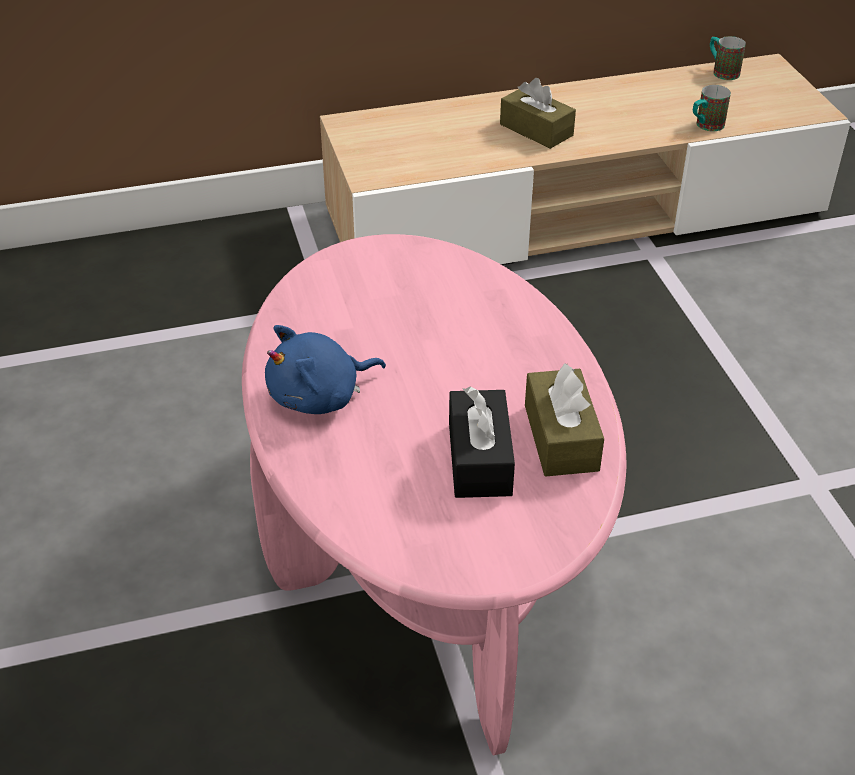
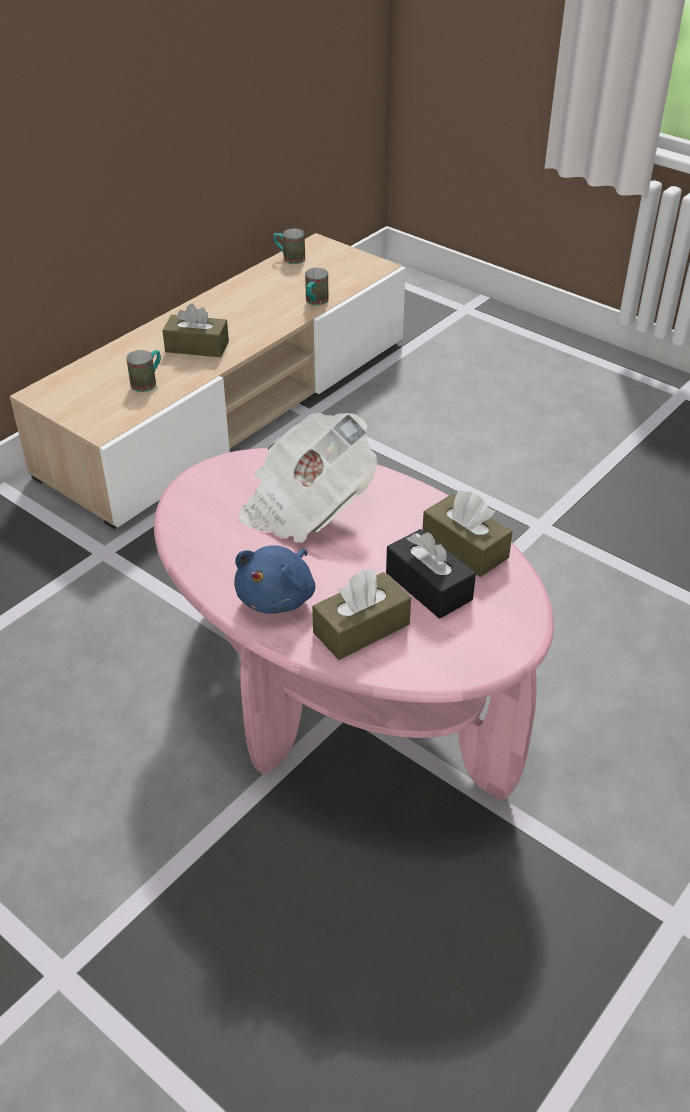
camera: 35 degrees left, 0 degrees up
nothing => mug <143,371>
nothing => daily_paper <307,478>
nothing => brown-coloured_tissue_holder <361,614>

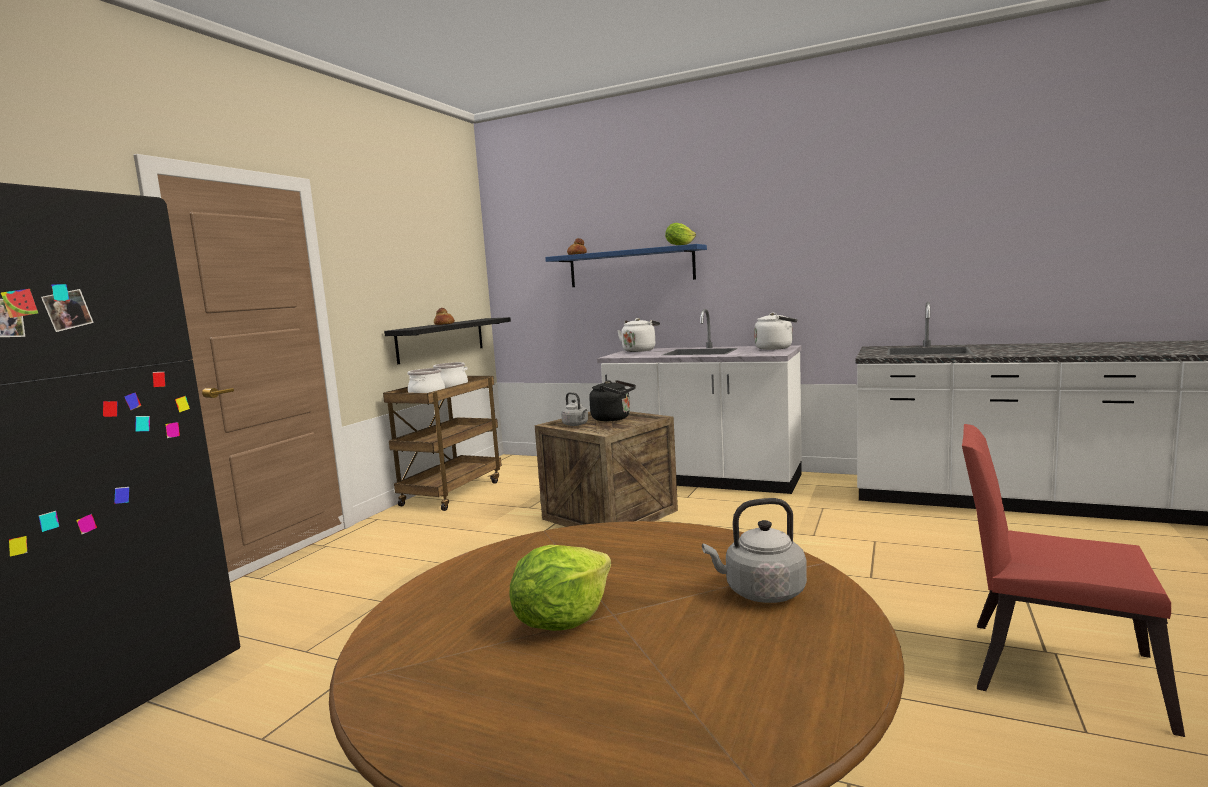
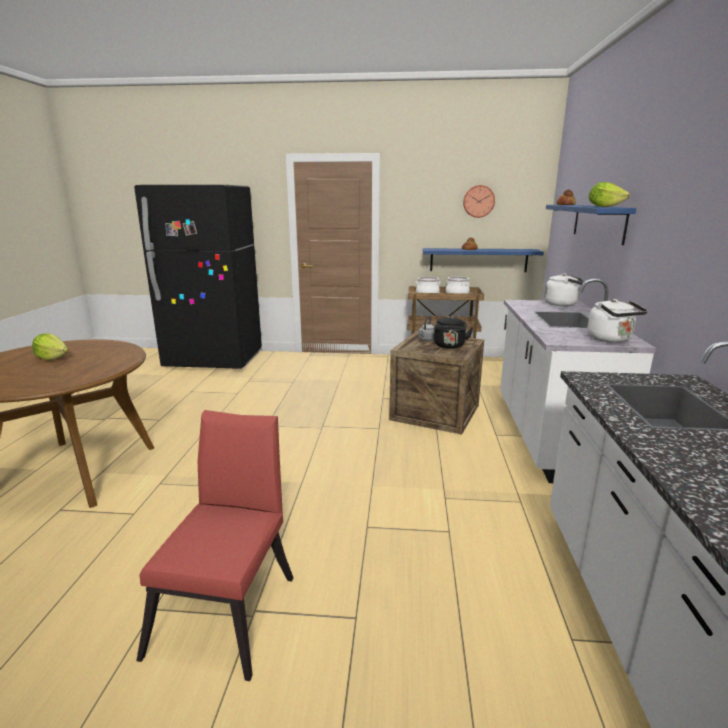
camera: 70 degrees right, 10 degrees up
blackish_bracket_shelf <447,340> => blue-coloured_bracket_shelf <483,260>
nothing => wall_clock <479,201>
grey_tea_kettle <754,550> => nothing

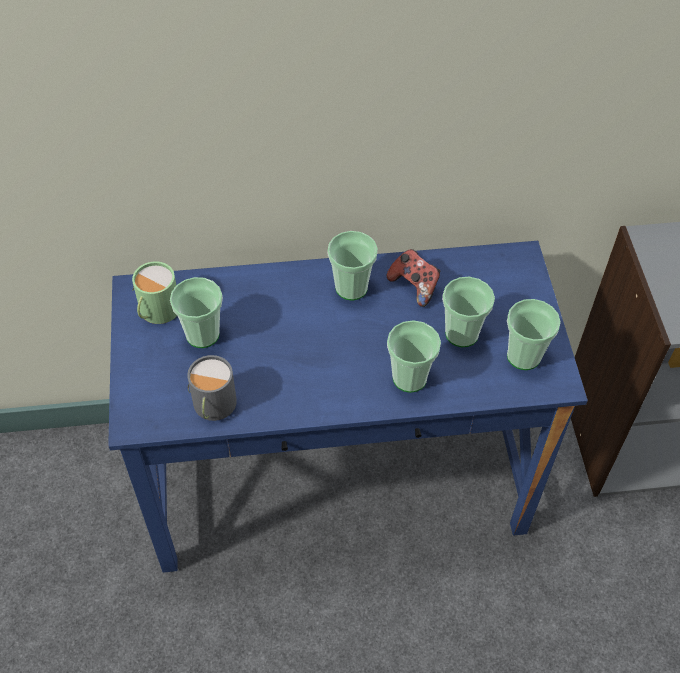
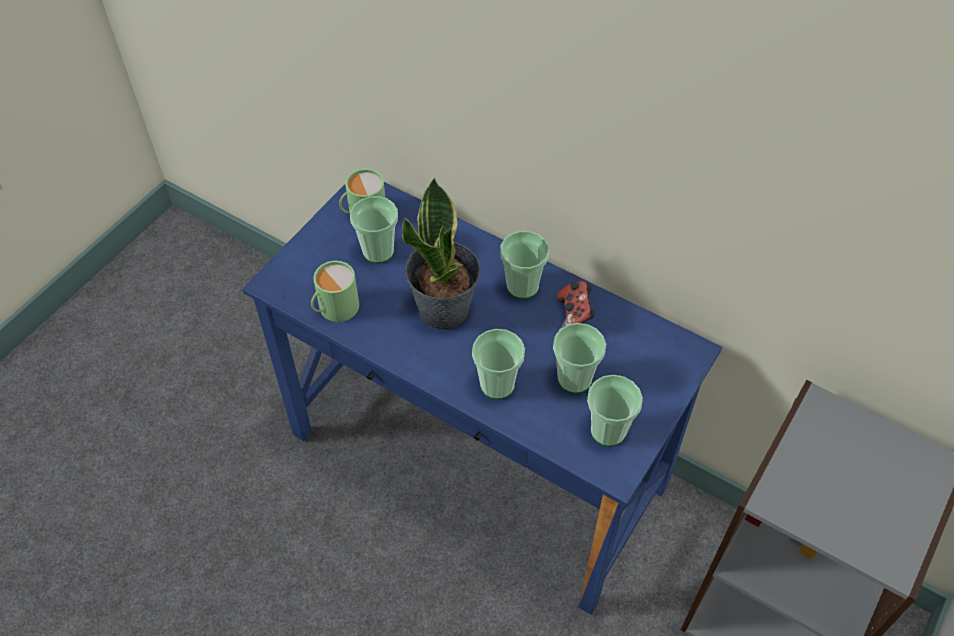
camera: 40 degrees right, 0 degrees up
grey_mug <212,388> => greenish_mug <335,291>
nothing => potted_plant <441,254>

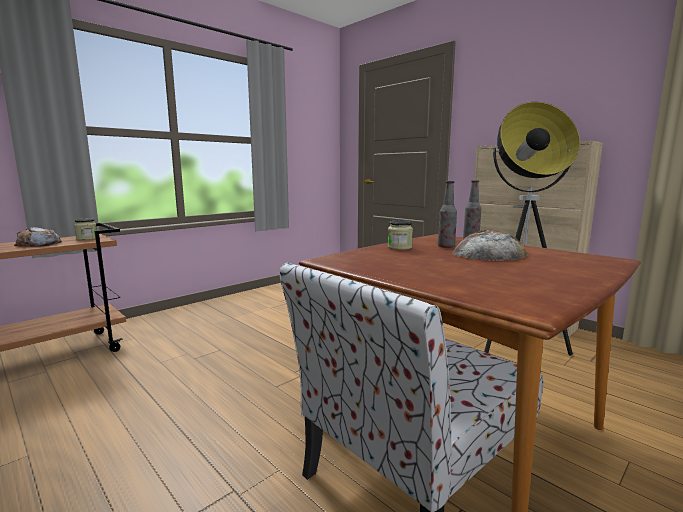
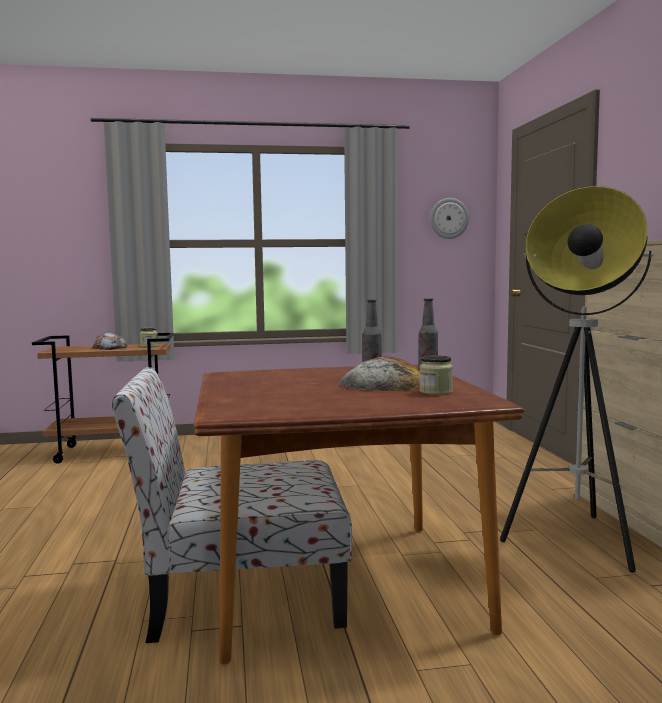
camera: 35 degrees right, 5 degrees down
storage_jar <400,235> => storage_jar <436,375>, shifted
nothing => wall_clock <449,218>

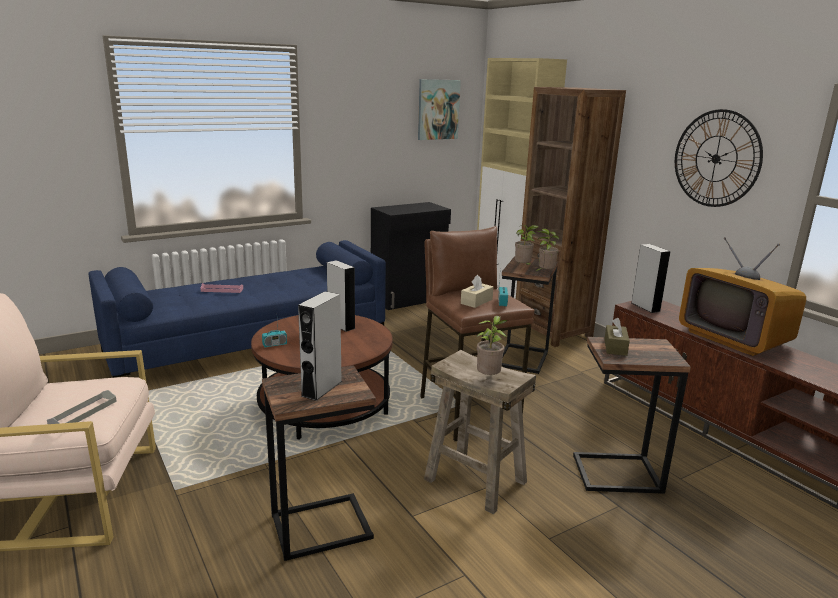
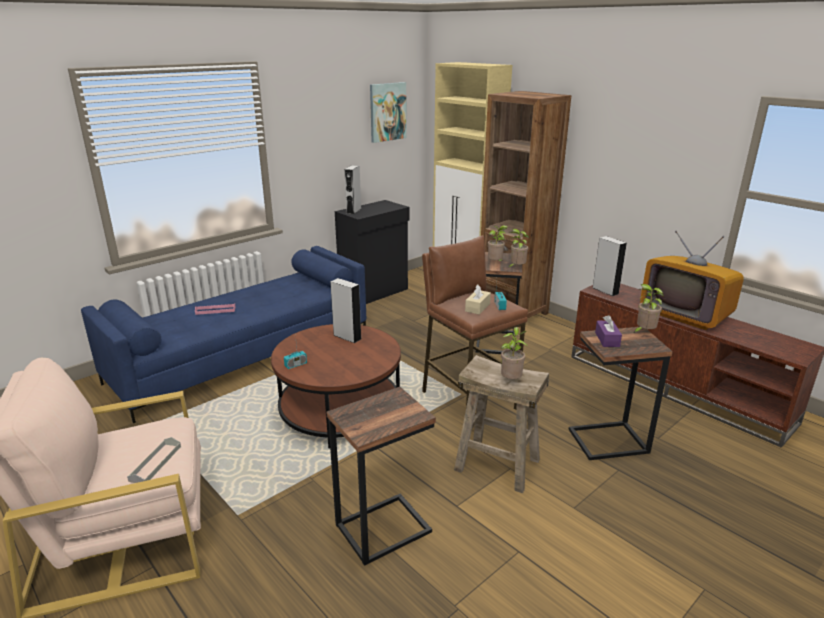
camera: 10 degrees left, 5 degrees up
grey_loudspeaker <320,346> => grey_loudspeaker <352,189>, shifted
brown-coloured_tissue_holder <617,337> => purple_tissue_holder <608,331>
nothing => potted_plant <648,308>
wall_clock <719,158> => nothing

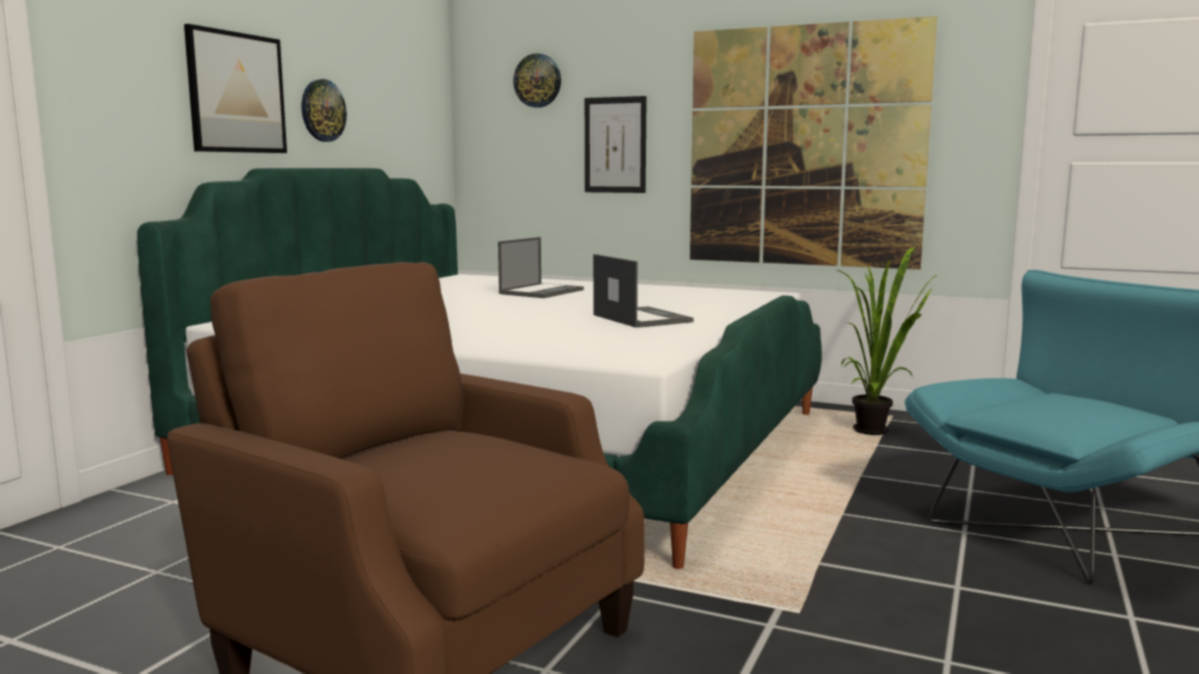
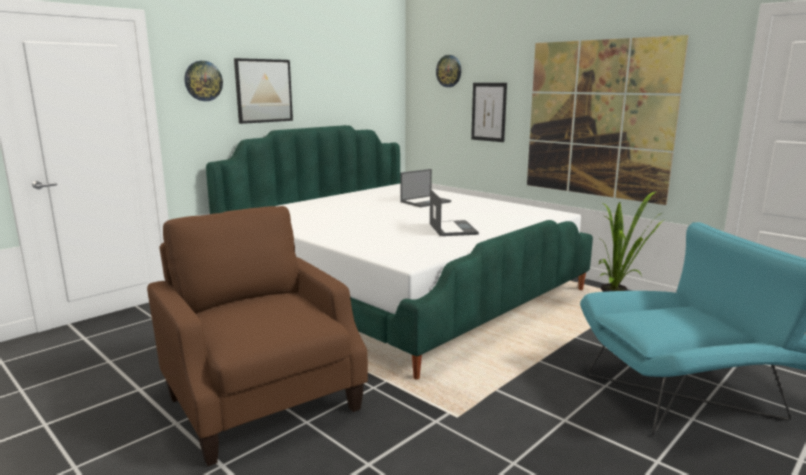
camera: 20 degrees right, 5 degrees up
wall_clock <324,110> => wall_clock <203,81>, shifted

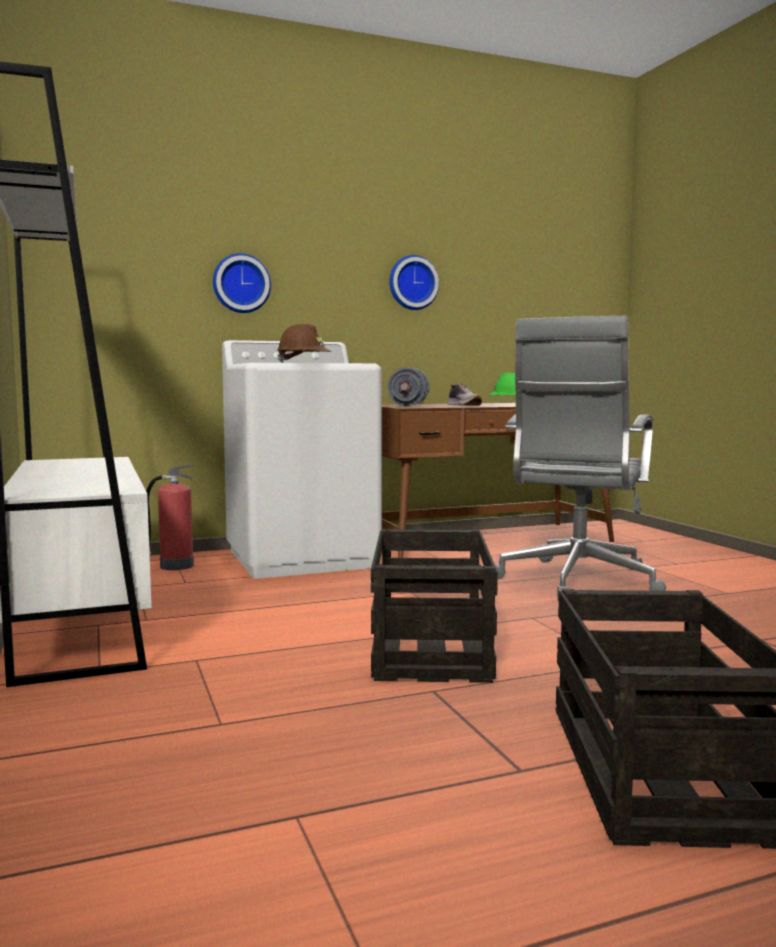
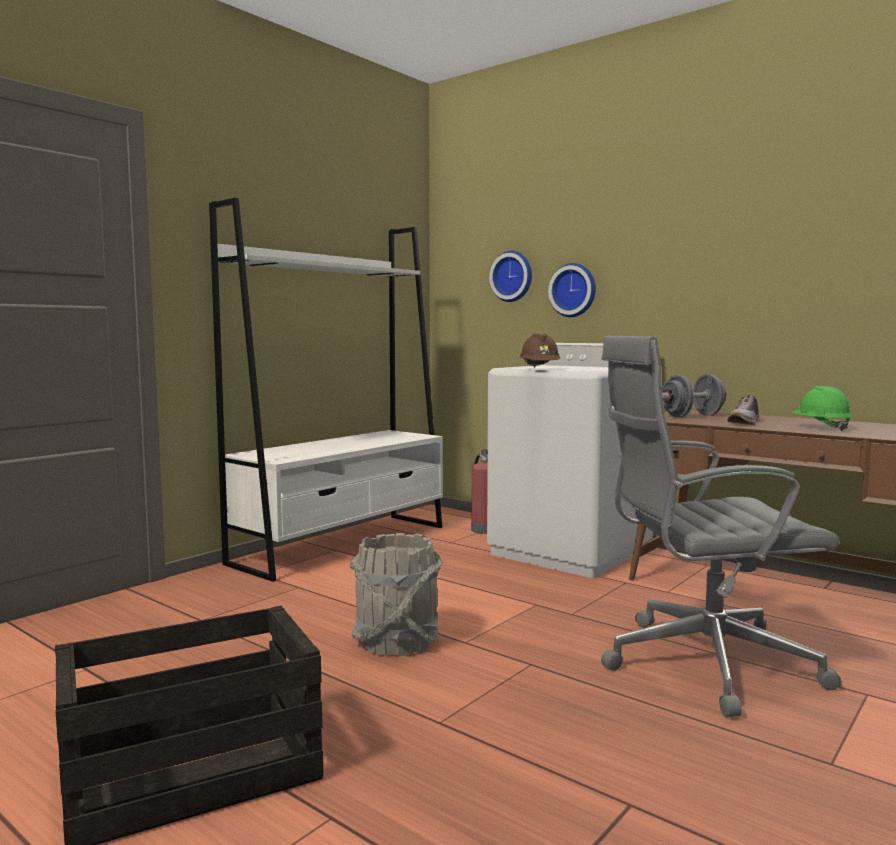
camera: 60 degrees right, 0 degrees up
packing_crate <434,606> => grey_bucket <396,595>
wall_clock <414,282> => wall_clock <510,276>, shifted

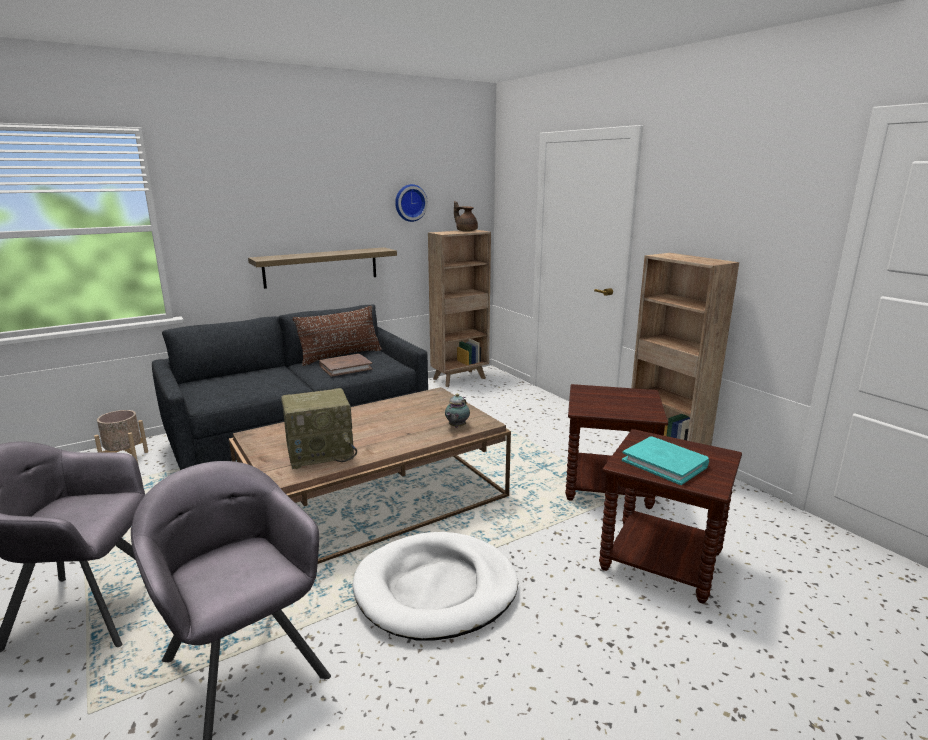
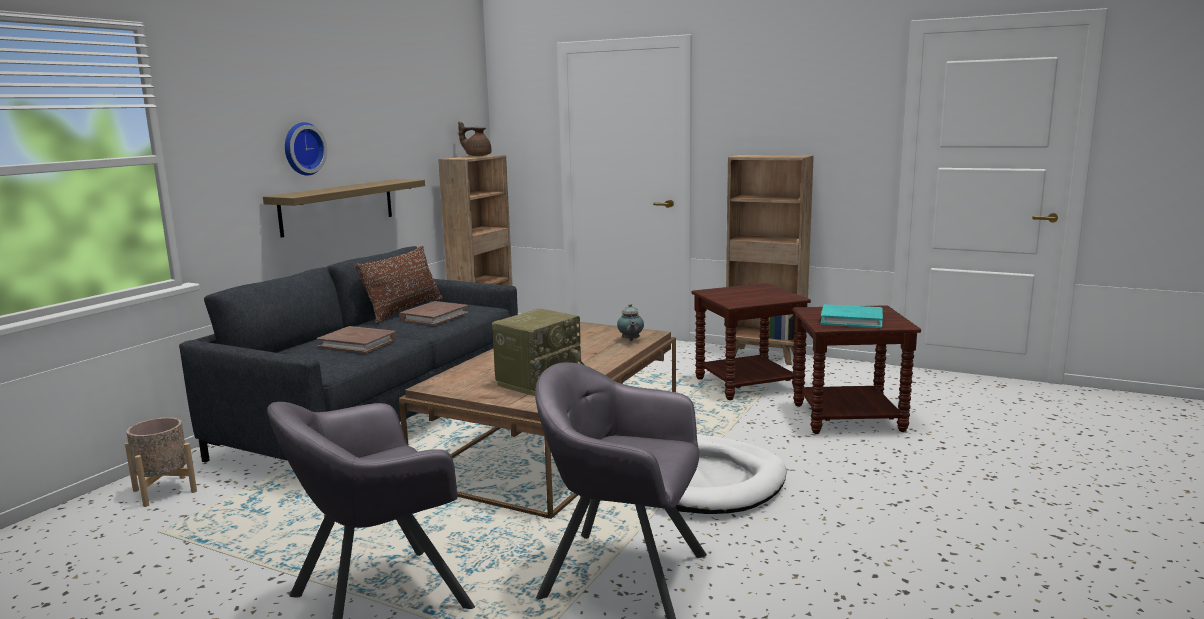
camera: 30 degrees left, 5 degrees down
wall_clock <411,203> => wall_clock <306,149>, shifted
nothing => brown-coloured_book <356,339>

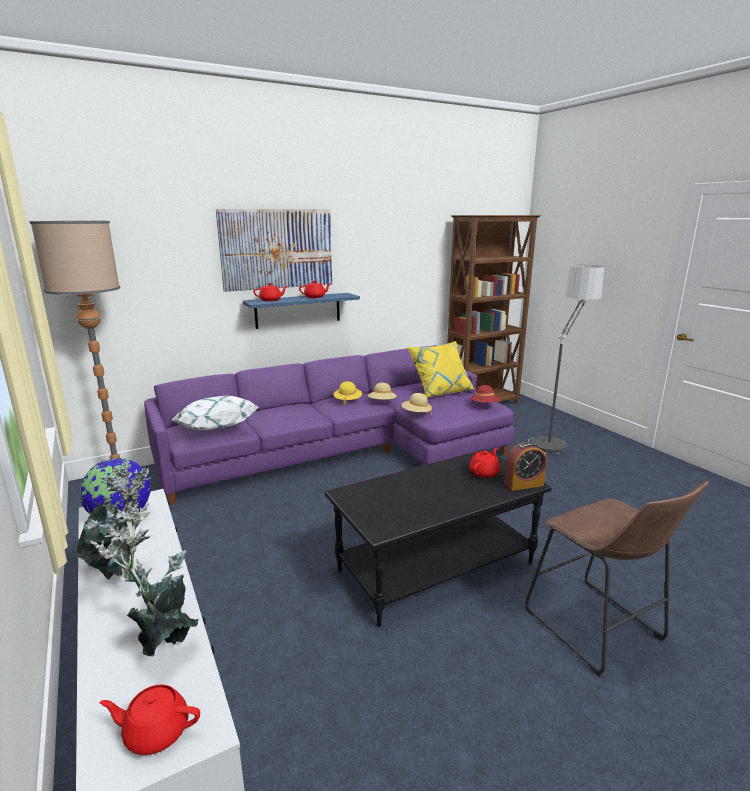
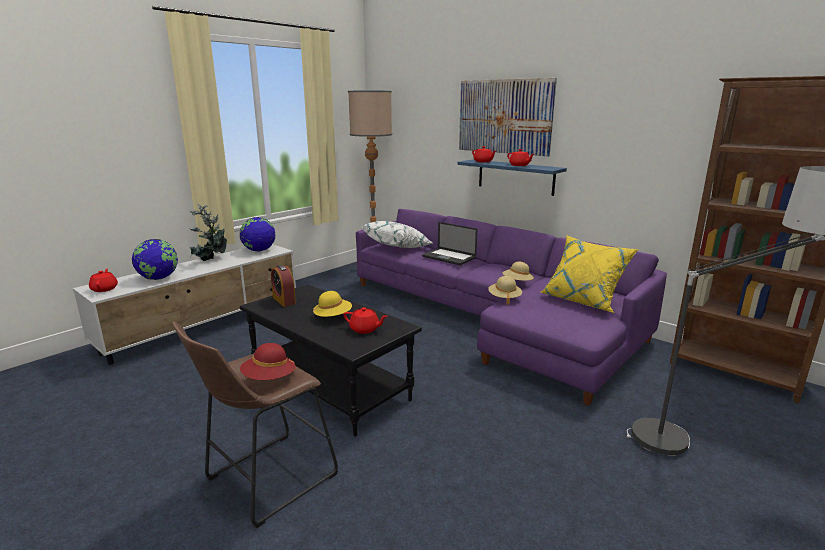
camera: 70 degrees right, 0 degrees up
potted_plant <144,578> => world_globe <155,259>
reddish_wearable_hat <485,394> => reddish_wearable_hat <267,361>, shifted
table_clock <525,466> => table_clock <283,286>, shifted
yellow_wearable_hat <347,393> => yellow_wearable_hat <332,304>, shifted
nothing => portable_computer <449,243>

